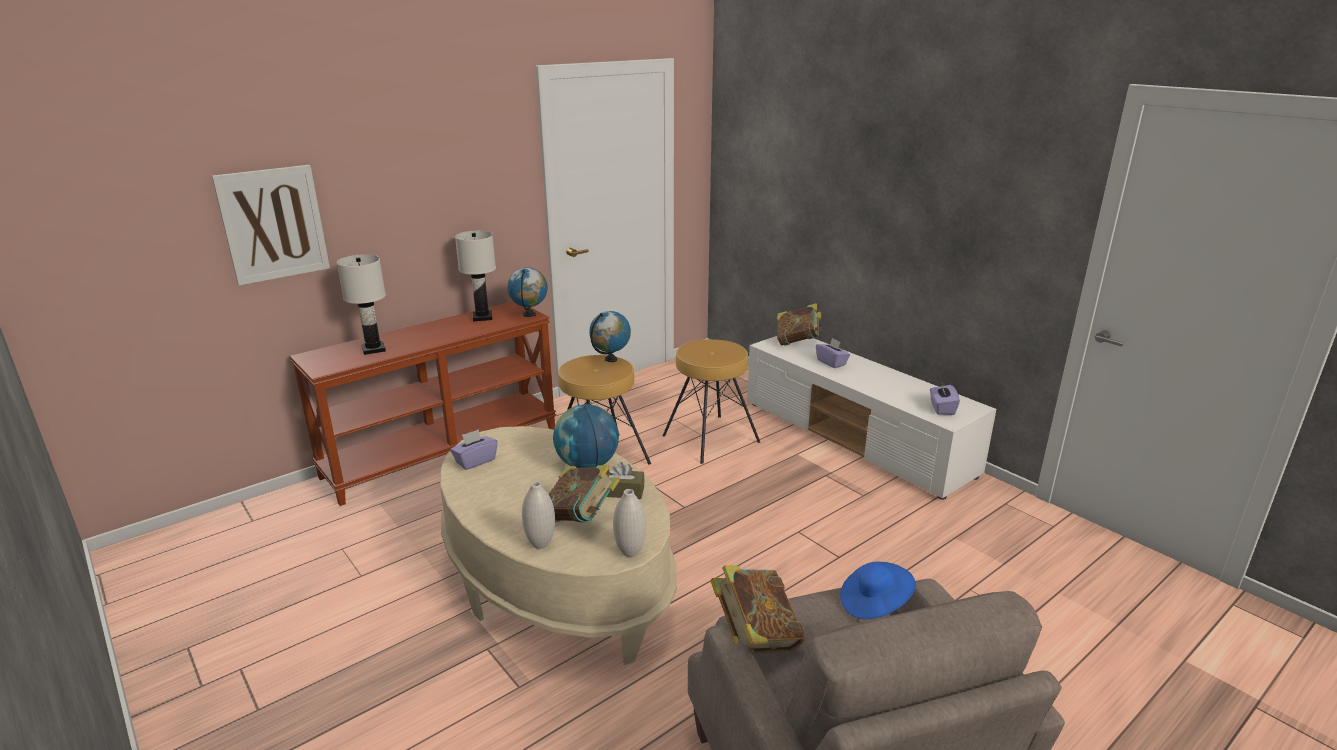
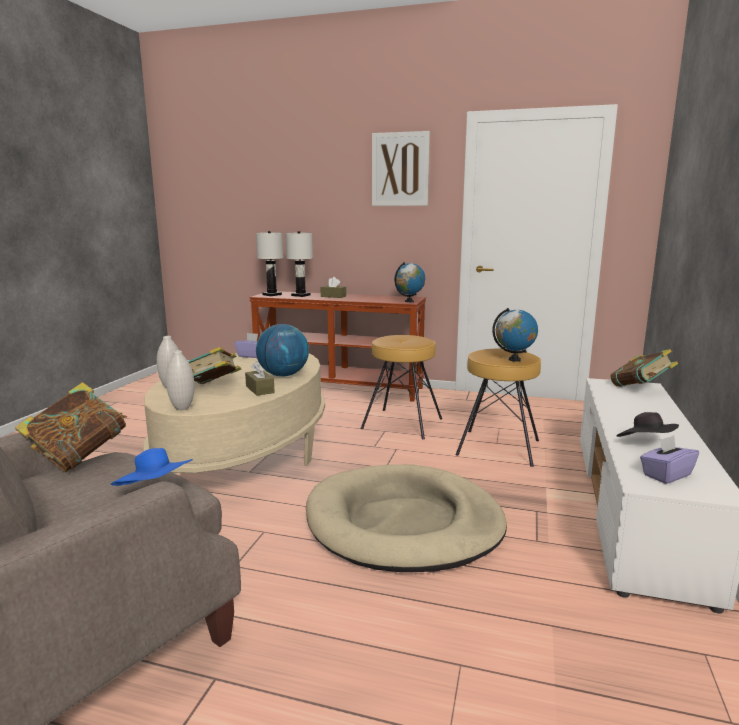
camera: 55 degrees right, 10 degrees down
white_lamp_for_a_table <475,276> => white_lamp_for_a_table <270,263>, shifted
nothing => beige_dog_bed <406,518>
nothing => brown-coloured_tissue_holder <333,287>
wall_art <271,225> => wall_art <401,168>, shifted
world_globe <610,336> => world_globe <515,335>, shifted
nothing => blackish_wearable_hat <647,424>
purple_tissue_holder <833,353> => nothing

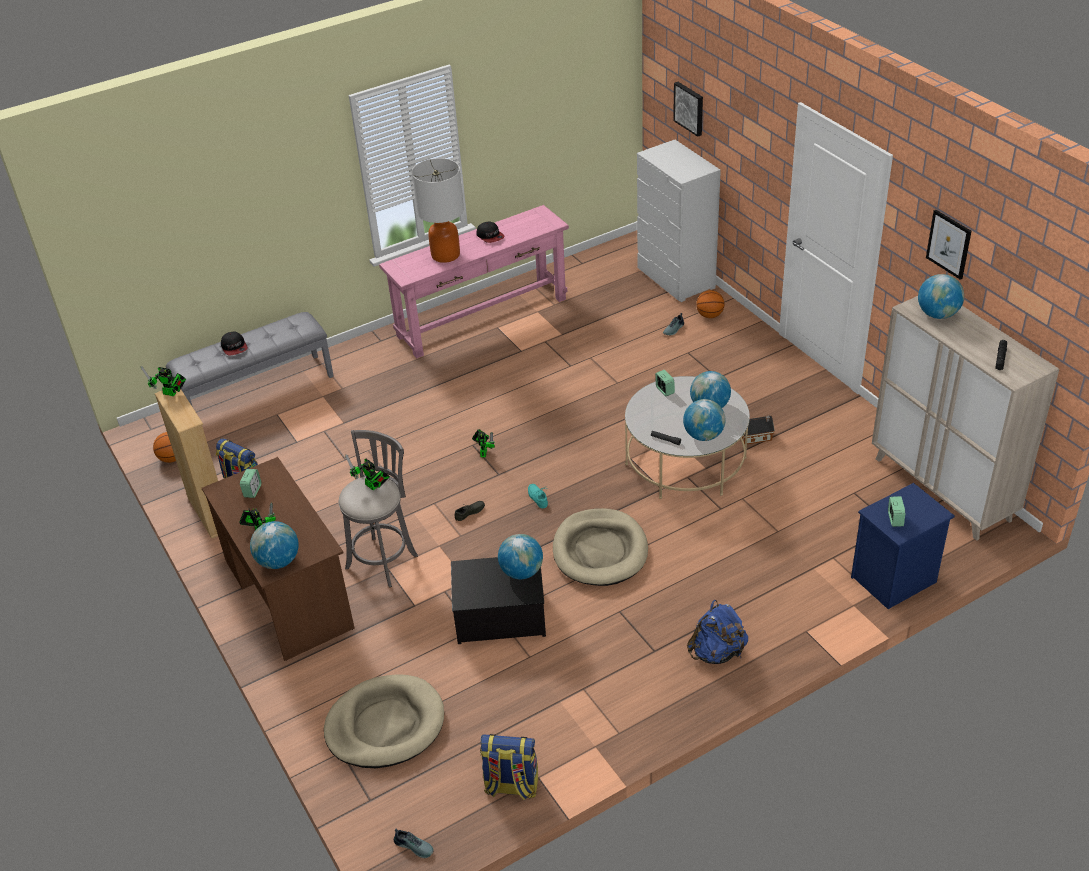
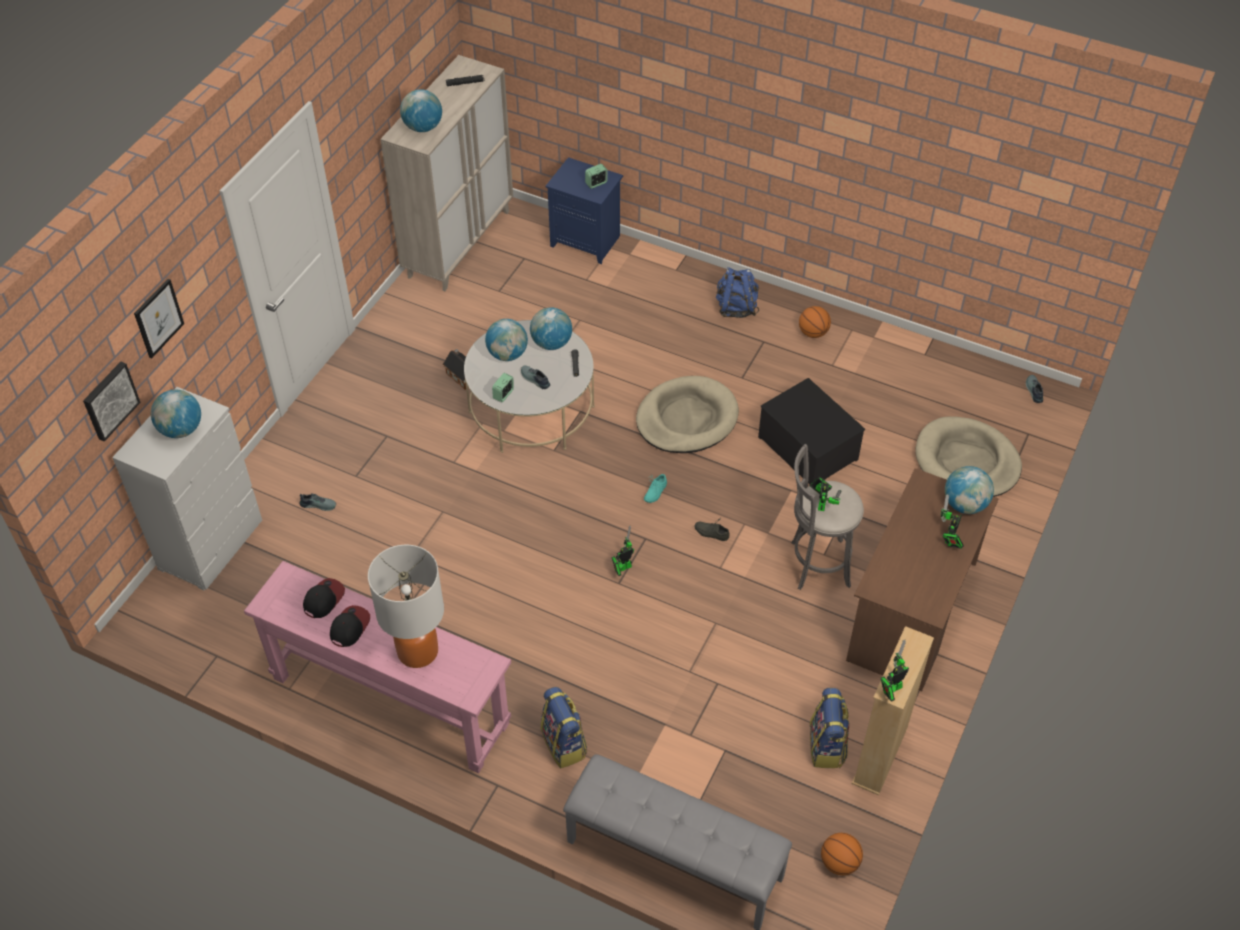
camera: 125 degrees left, 10 degrees up
wall_art <948,245> => wall_art <159,318>, shifted
world_globe <520,556> => world_globe <176,414>, shifted
baseball_cap <234,343> => baseball_cap <324,598>, shifted
nothing => shoe <535,377>
knapsack <509,767> => knapsack <564,727>, shifted
basketball <710,304> => basketball <815,322>, shifted
robot_figure <163,381> => robot_figure <895,671>, 105 degrees counterclockwise
table_clock <250,483> => nothing

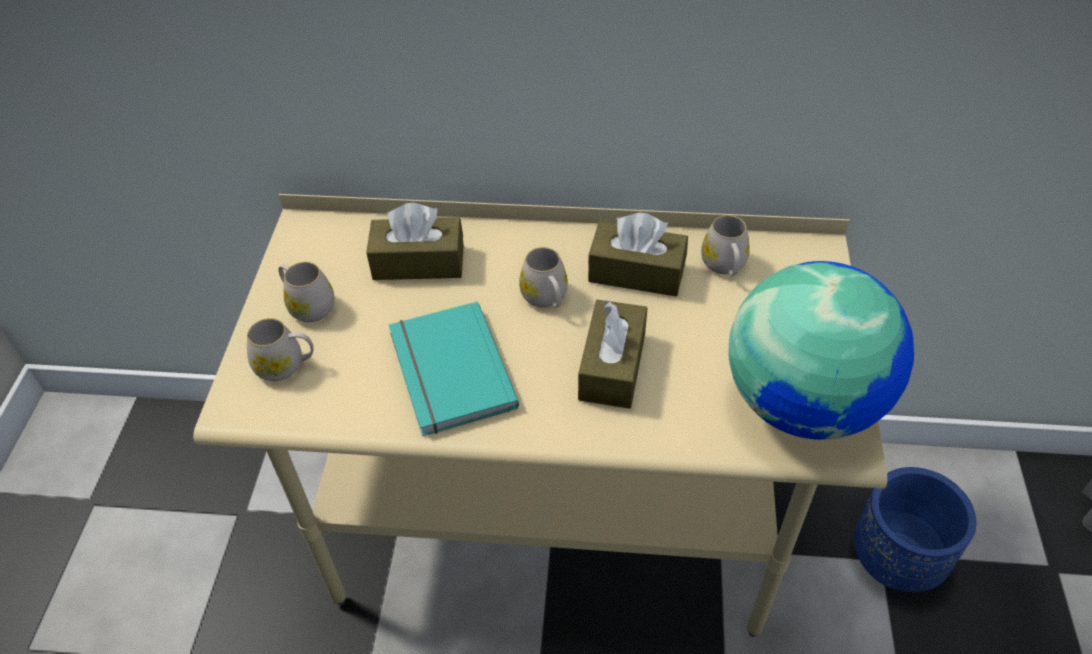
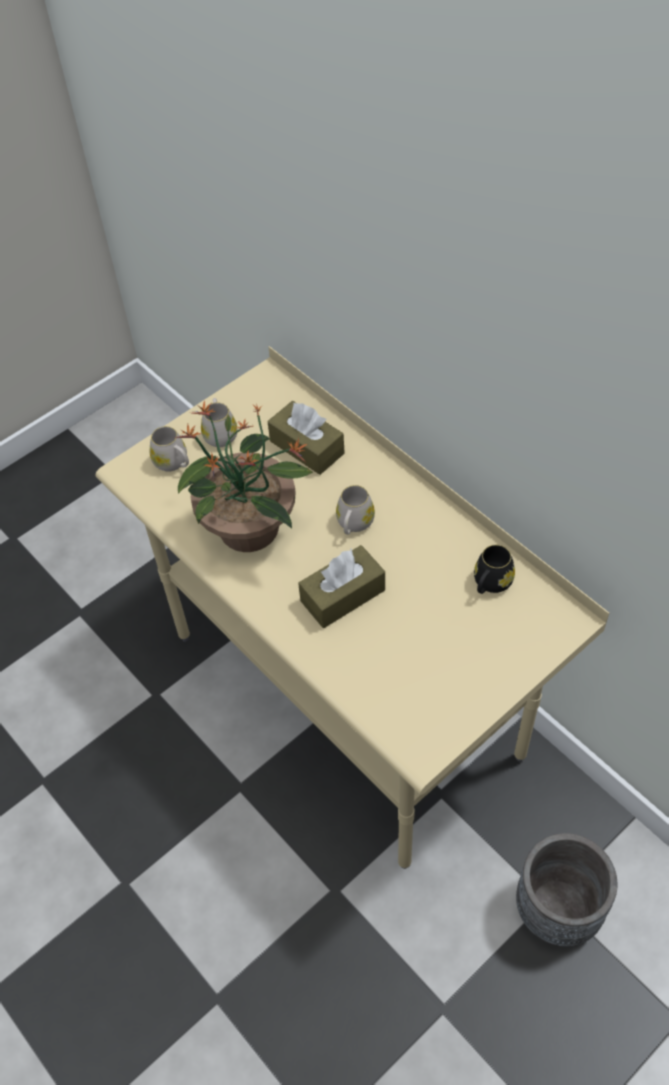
camera: 45 degrees right, 5 degrees up
turquoise-coloured_book <454,369> => potted_plant <243,476>
white_mug <725,245> => blackish_mug <494,569>
blue-coloured_plant_pot <915,529> => grey_plant_pot <567,890>
brown-coloured_tissue_holder <638,254> => nothing
world_globe <821,350> => nothing

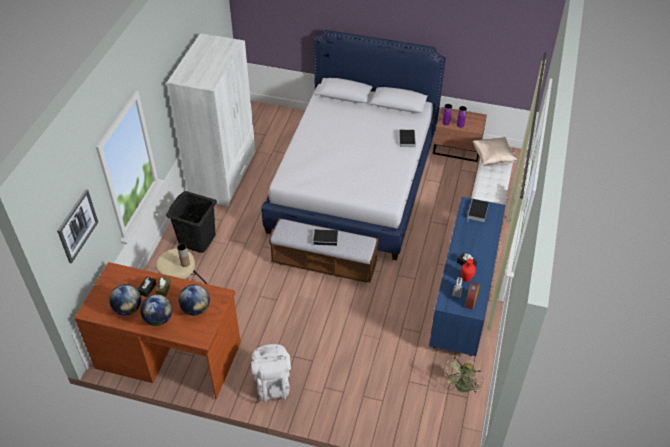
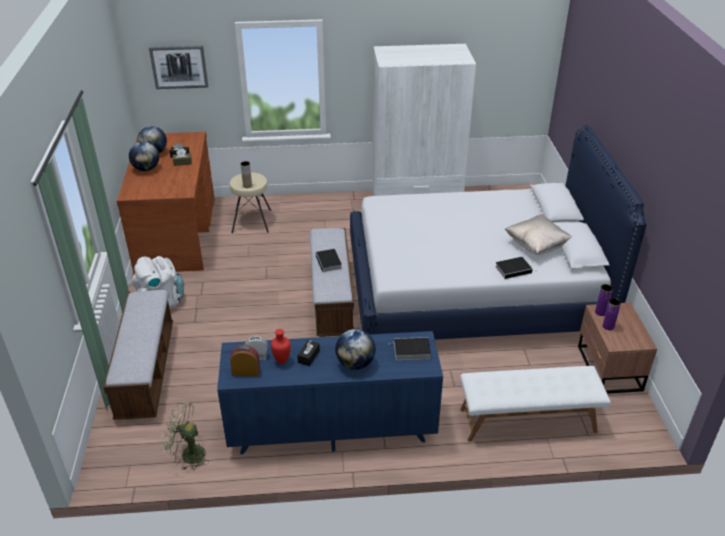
camera: 70 degrees right, 10 degrees down
nothing => long_seat <138,355>
world_globe <194,299> => world_globe <355,349>, shifted
beige_cushion <495,151> => beige_cushion <538,234>, shifted
blackish_laundry_basket <191,222> => nothing

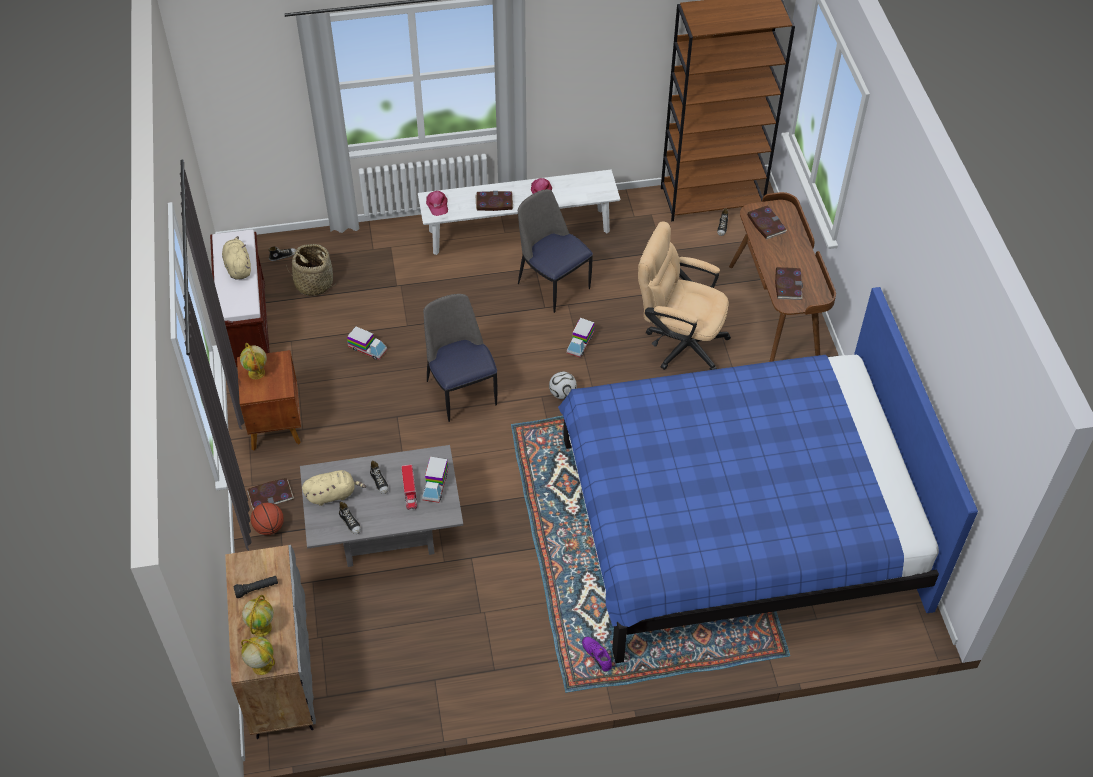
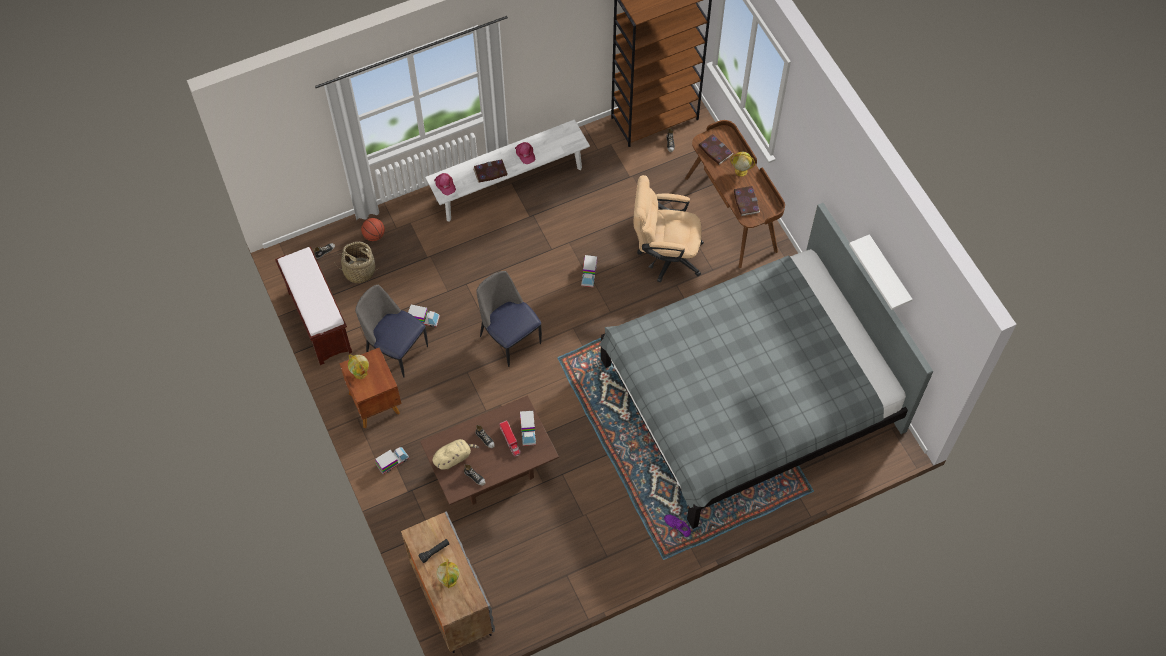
camera: 15 degrees left, 10 degrees up
plain_chair <555,251> => plain_chair <391,331>, shifted
basketball <267,519> => basketball <373,229>, shifted
book <270,494> => toy_lorry <392,461>
grey_lounge_table <381,506> => brown-coloured_lounge_table <489,450>
blue-coloured_sleeping_bed <768,475> => grey_sleeping_bed <766,366>
world_globe <258,656> => world_globe <742,164>, shifted
nothing => white_bracket_shelf <881,272>
beige_plush_toy <236,258> => nothing
football_ball <563,385> => nothing

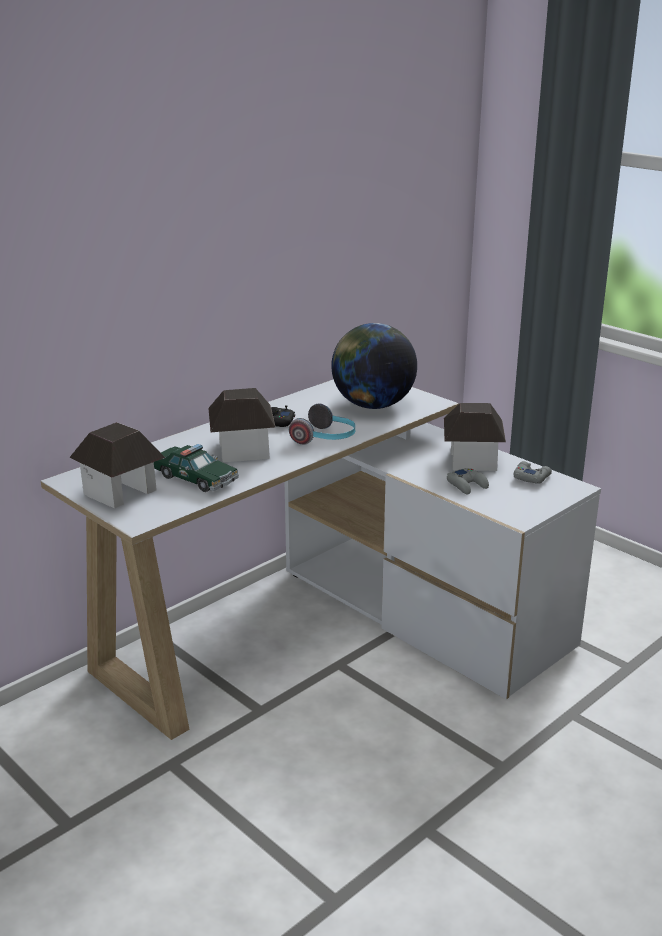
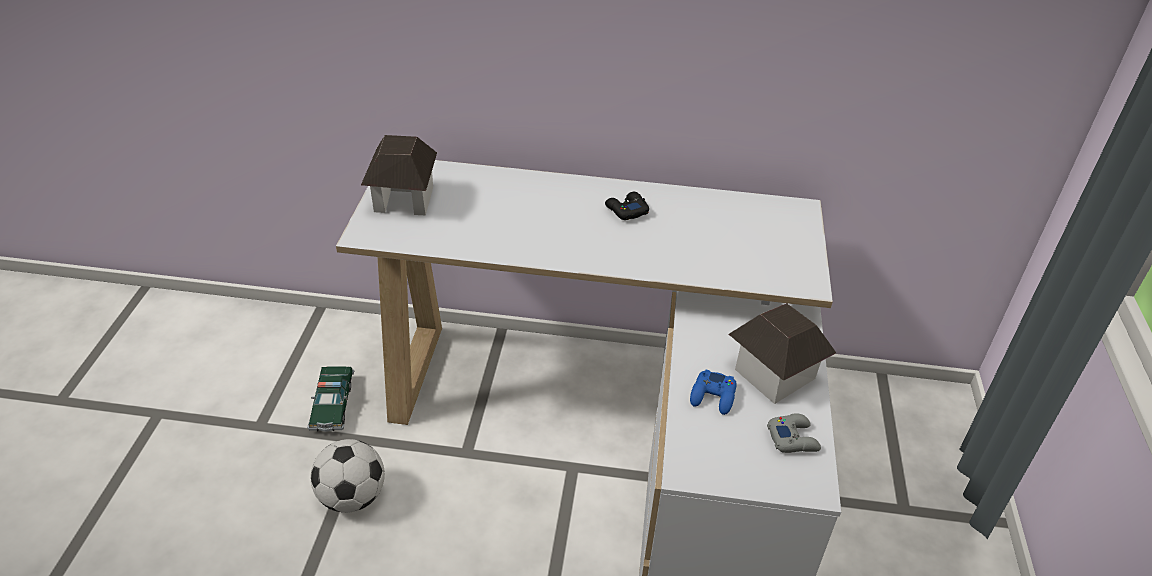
camera: 50 degrees right, 15 degrees up
miniature_car <196,468> => miniature_car <330,399>, shifted
nothing => football_ball <348,476>
grey_gamepad <468,481> => blue-coloured_gamepad <713,392>
toy_house <241,425> => nothing
pair_of_headphones <322,424> => nothing
world_globe <374,366> => nothing

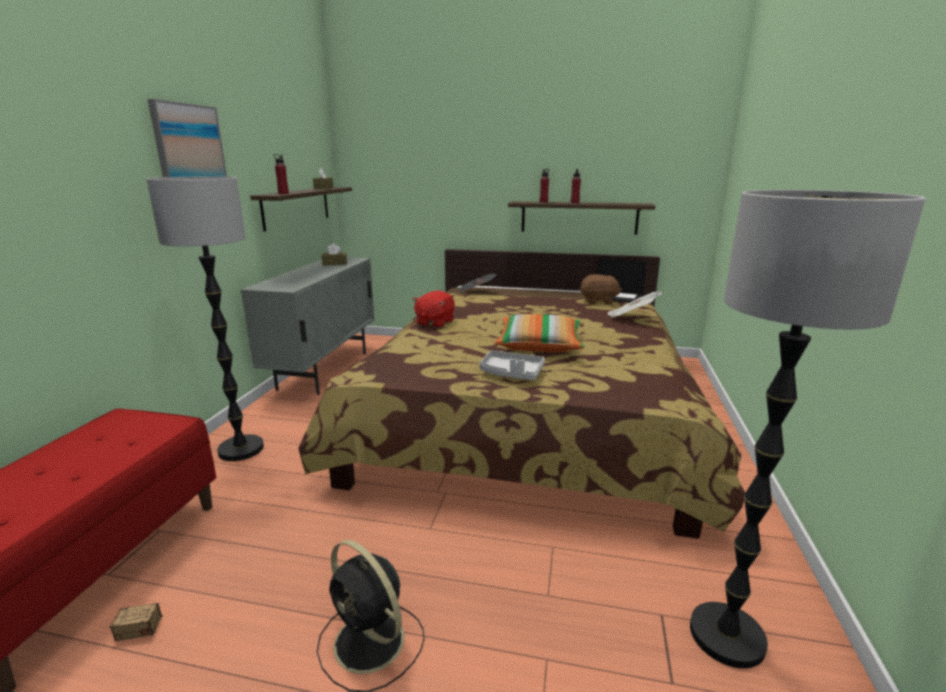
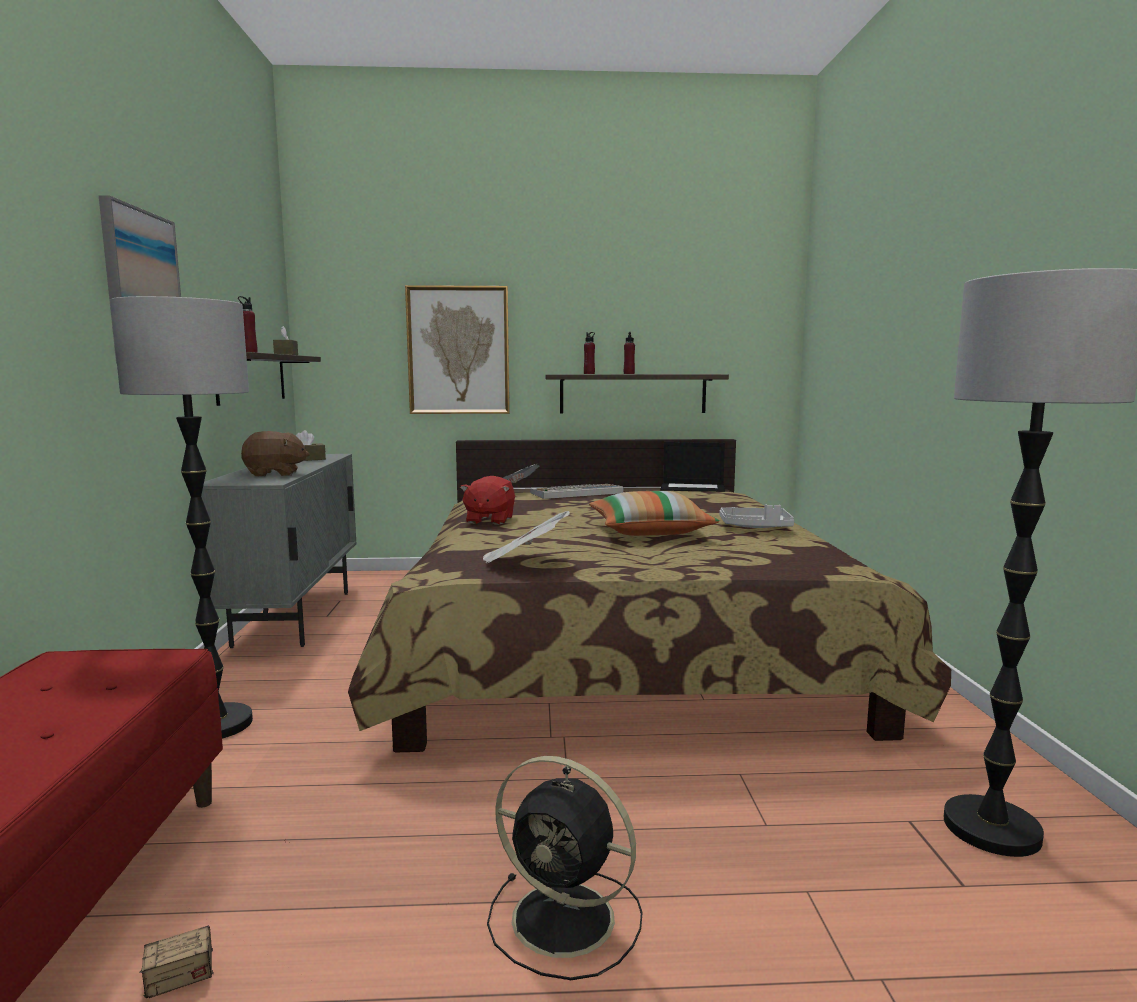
camera: 15 degrees left, 10 degrees down
brown-coloured_plush_toy <601,289> => brown-coloured_plush_toy <275,454>, shifted
nothing => wall_art <457,349>
daily_paper <635,305> => daily_paper <526,537>, shifted
nothing => computer_keyboard <577,491>
grey_carrying_tray <512,365> => grey_carrying_tray <757,516>, shifted

